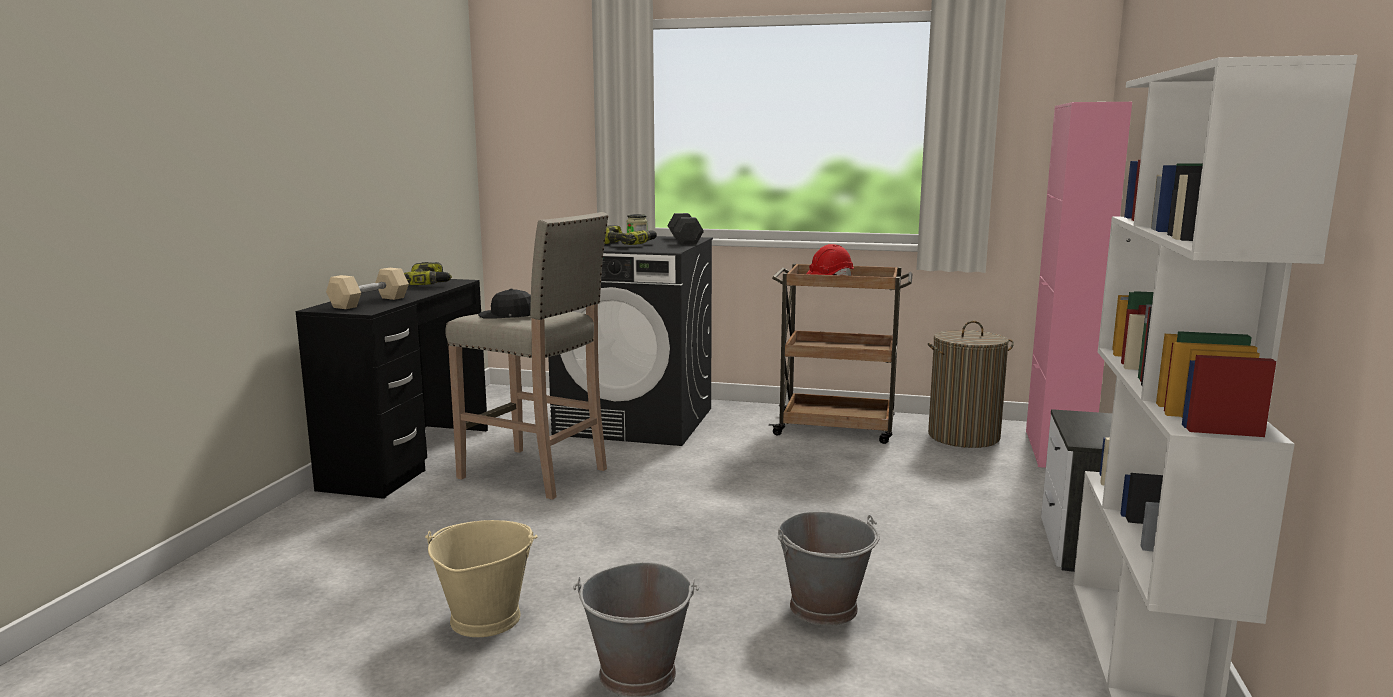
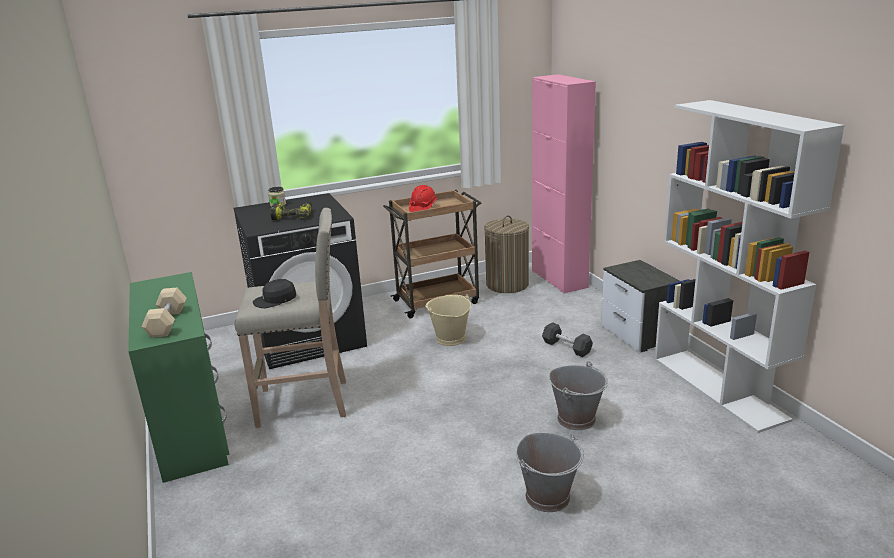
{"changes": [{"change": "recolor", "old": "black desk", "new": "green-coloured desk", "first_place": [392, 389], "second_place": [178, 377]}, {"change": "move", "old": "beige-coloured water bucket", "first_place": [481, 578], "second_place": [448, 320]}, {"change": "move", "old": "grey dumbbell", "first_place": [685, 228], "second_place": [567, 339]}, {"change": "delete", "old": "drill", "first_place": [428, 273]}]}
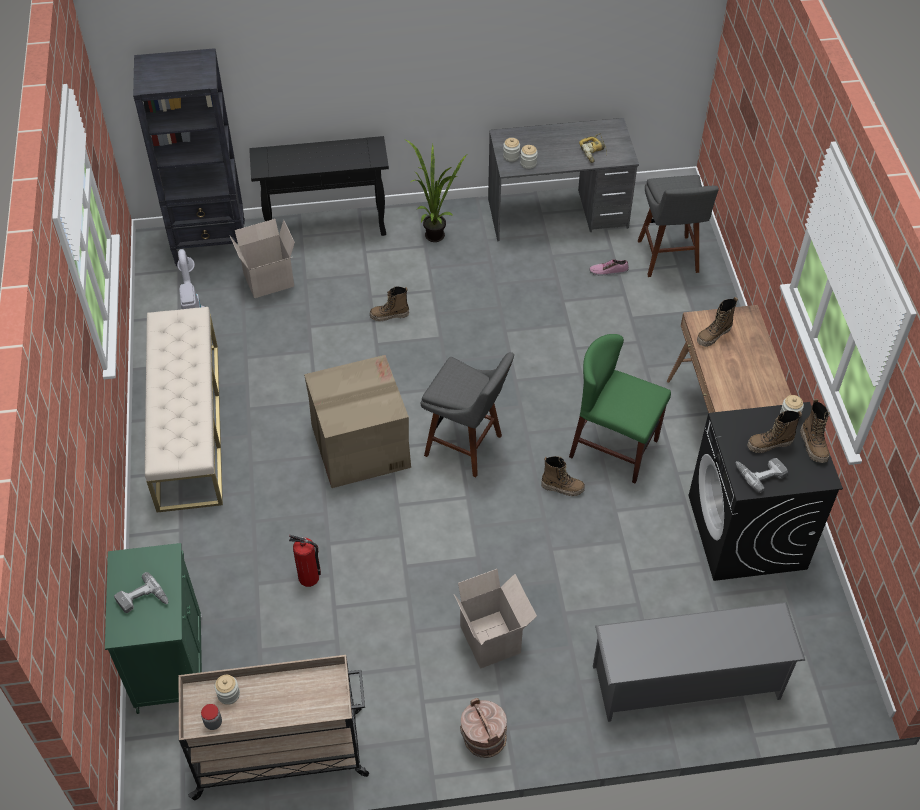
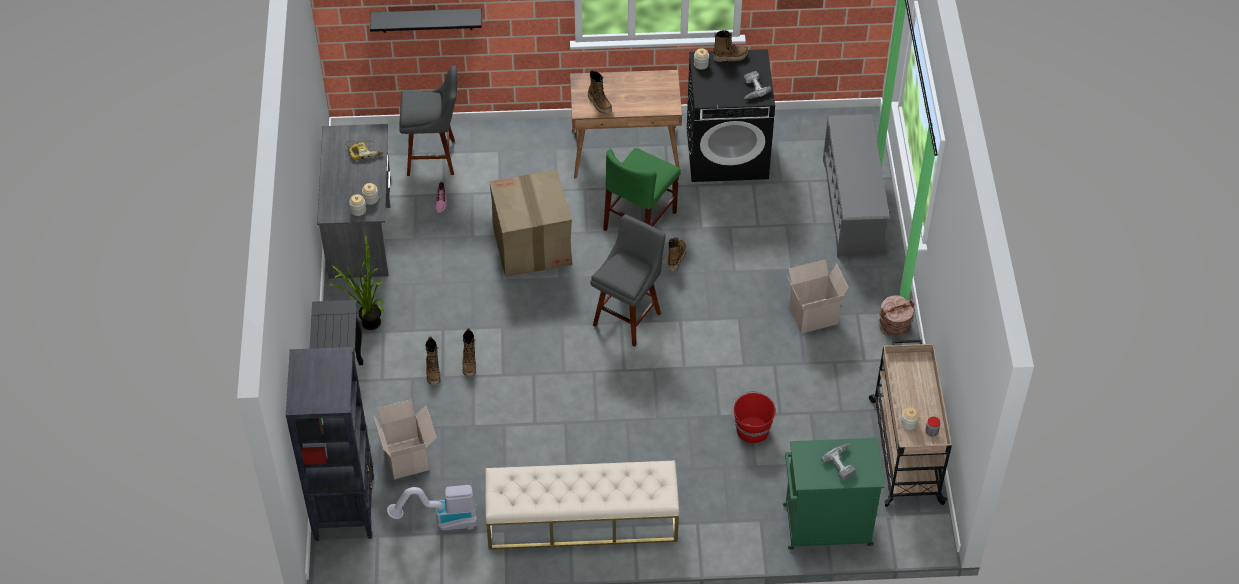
{"changes": [{"change": "insert", "new": "black wall shelf", "second_place": [426, 21]}, {"change": "move", "old": "boot", "first_place": [774, 432], "second_place": [433, 360]}, {"change": "move", "old": "carton", "first_place": [357, 421], "second_place": [530, 223]}, {"change": "replace", "old": "fire extinguisher", "new": "reddish water bucket", "first_place": [305, 561], "second_place": [753, 417]}]}
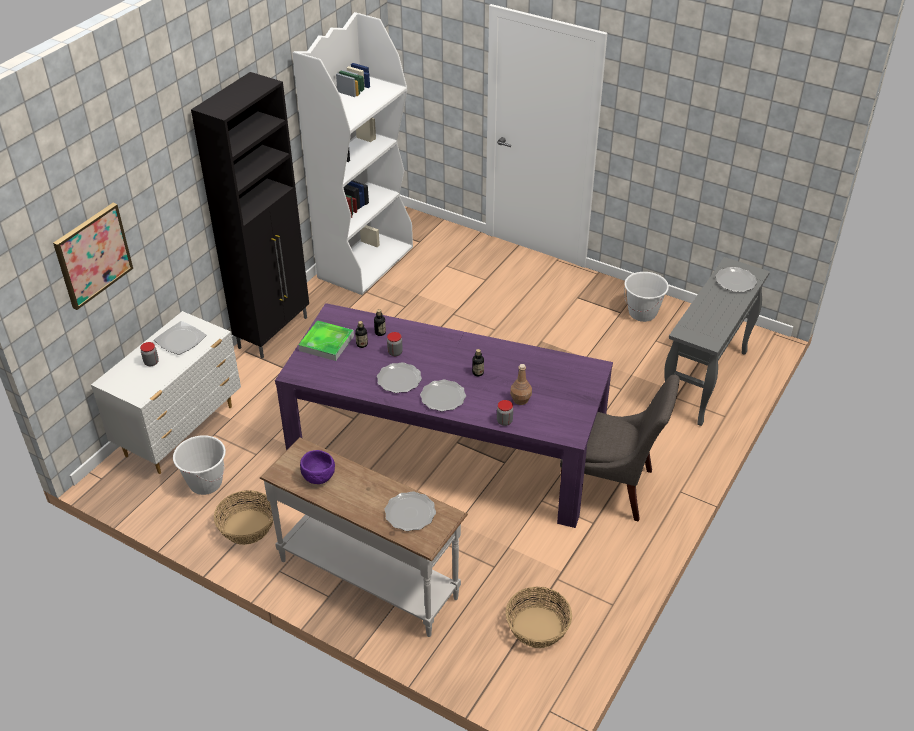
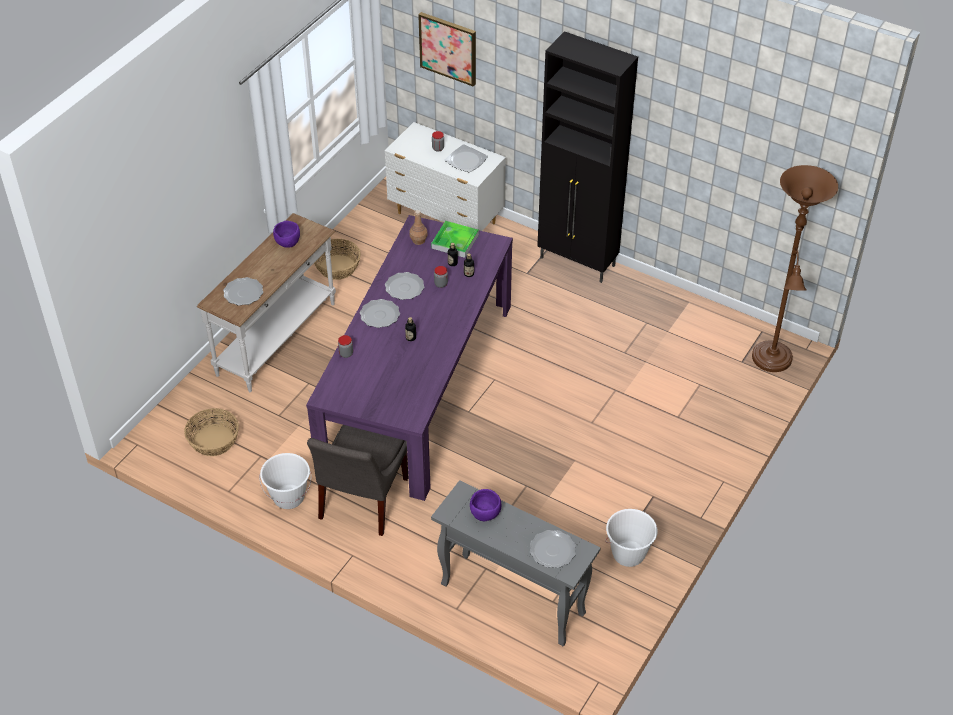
{"changes": [{"change": "move", "old": "white-coloured water bucket", "first_place": [199, 465], "second_place": [285, 481]}, {"change": "move", "old": "brown bottle", "first_place": [521, 384], "second_place": [418, 227]}, {"change": "insert", "new": "purple deep dish", "second_place": [485, 505]}, {"change": "insert", "new": "brown floor lamp", "second_place": [795, 268]}, {"change": "delete", "old": "white-coloured shelving unit", "first_place": [352, 153]}]}
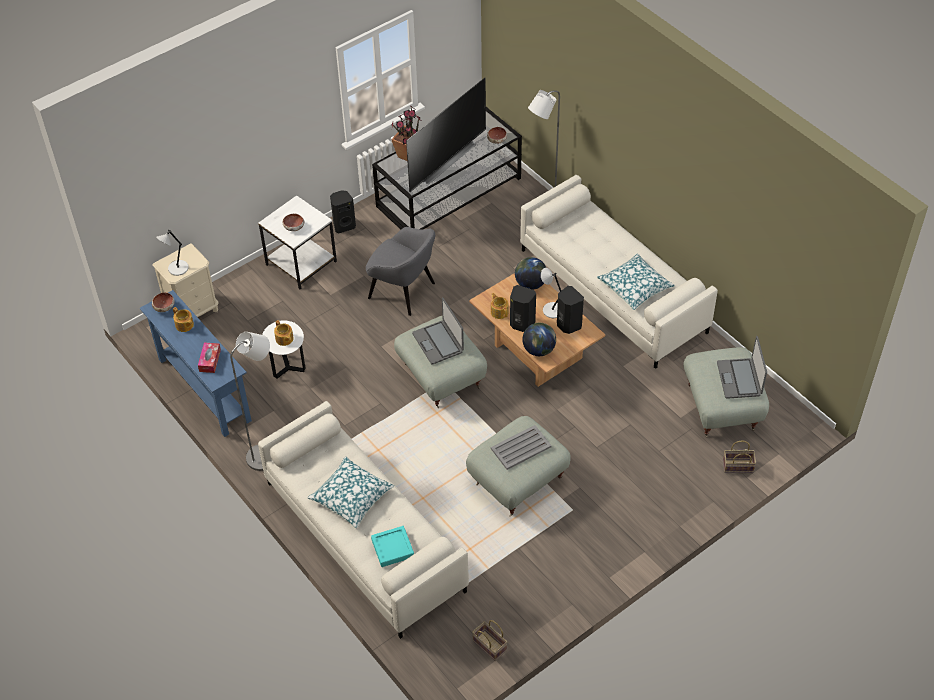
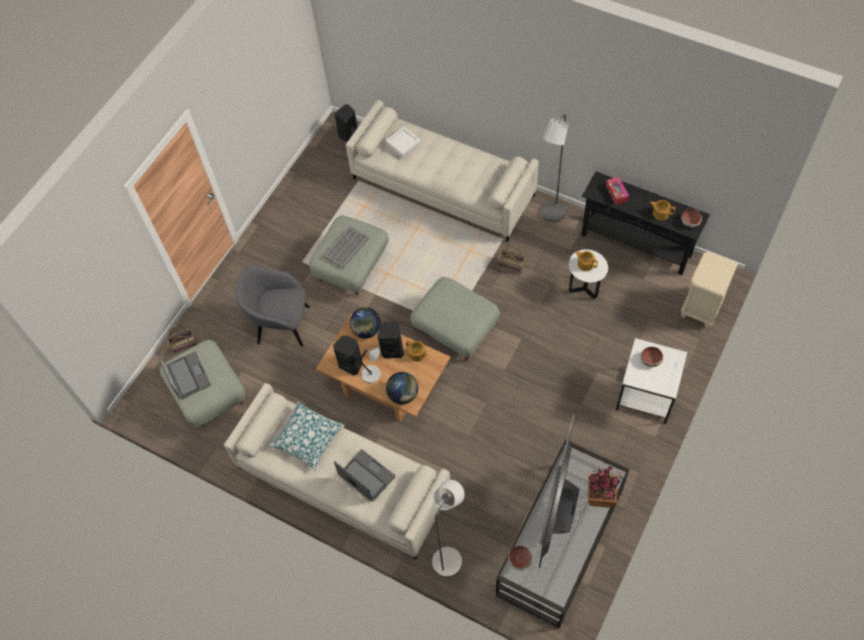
{"changes": [{"change": "move", "old": "grey lounge chair", "first_place": [400, 271], "second_place": [273, 306]}, {"change": "move", "old": "black audio speaker", "first_place": [343, 211], "second_place": [346, 123]}, {"change": "move", "old": "notebook computer", "first_place": [438, 331], "second_place": [364, 475]}, {"change": "recolor", "old": "turquoise carrying tray", "new": "white-coloured carrying tray", "first_place": [392, 546], "second_place": [403, 142]}, {"change": "move", "old": "household basket", "first_place": [490, 640], "second_place": [512, 259]}, {"change": "recolor", "old": "blue-coloured narrow table", "new": "black narrow table", "first_place": [196, 363], "second_place": [645, 223]}, {"change": "delete", "old": "grey lamp for a table", "first_place": [172, 252]}, {"change": "delete", "old": "throw pillow", "first_place": [350, 492]}]}
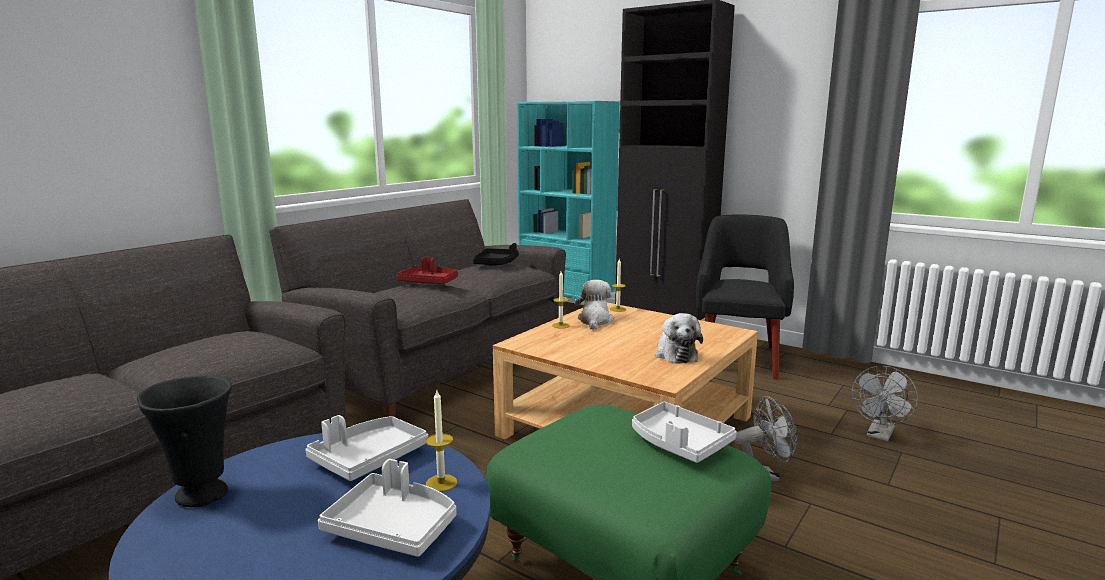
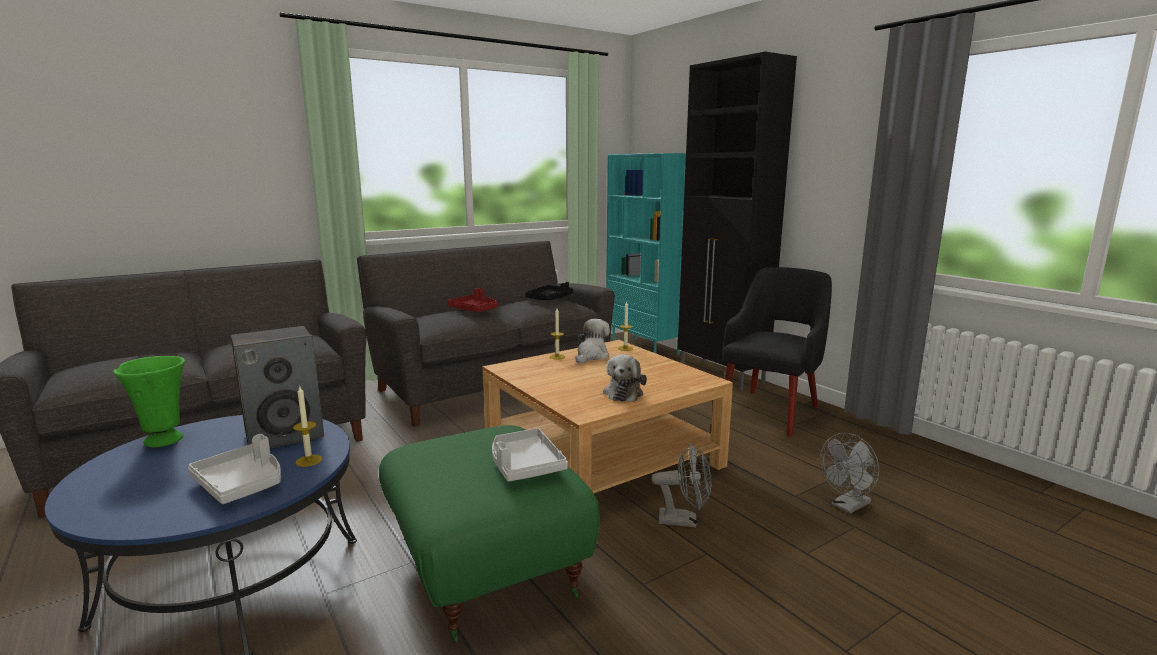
{"changes": [{"change": "recolor", "old": "black decorative vase", "new": "green-coloured decorative vase", "first_place": [184, 441], "second_place": [149, 401]}, {"change": "replace", "old": "grey carrying tray", "new": "audio speaker", "first_place": [366, 448], "second_place": [277, 387]}]}
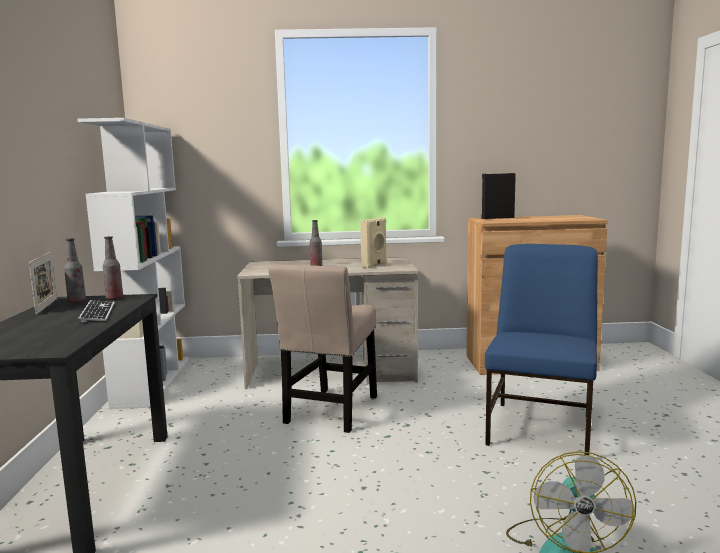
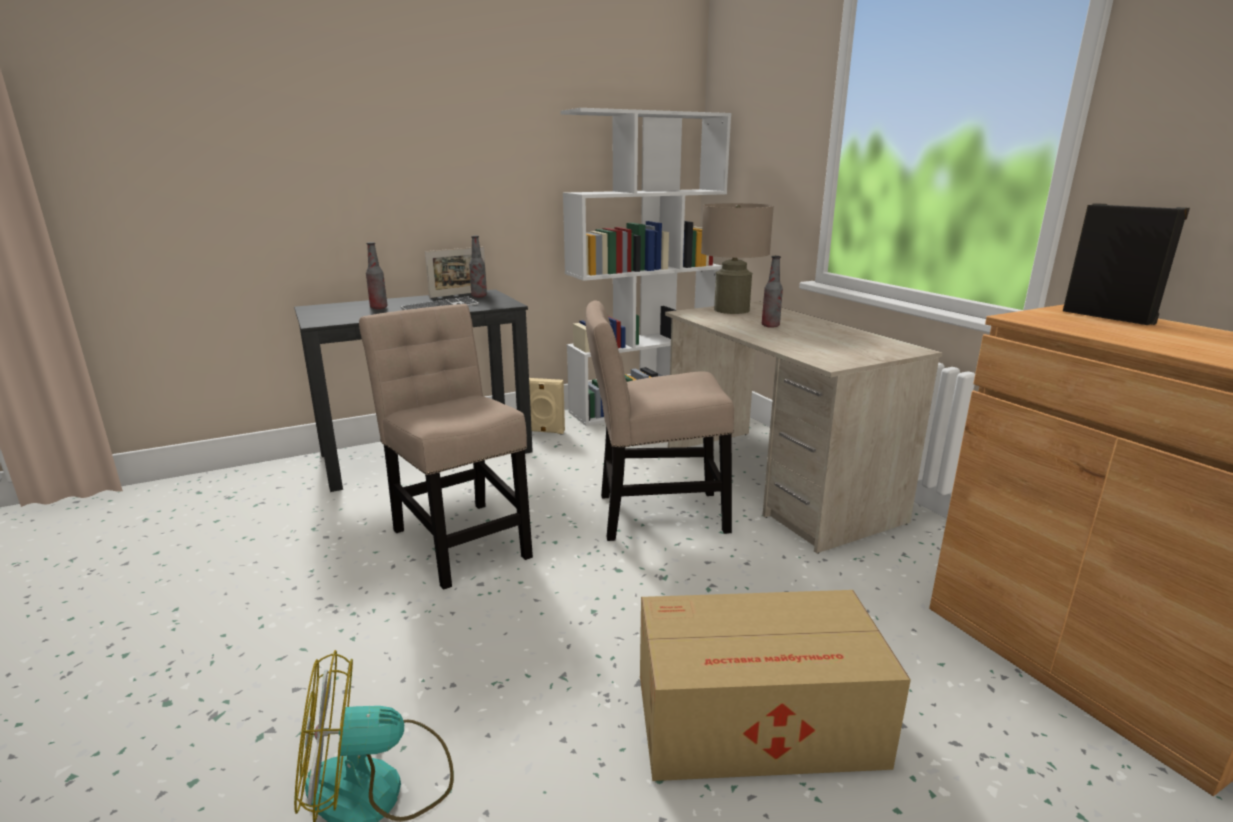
{"changes": [{"change": "insert", "new": "beige-coloured plain chair", "second_place": [446, 447]}, {"change": "move", "old": "bottle", "first_place": [113, 268], "second_place": [377, 275]}, {"change": "move", "old": "beige-coloured audio speaker", "first_place": [373, 243], "second_place": [547, 406]}, {"change": "replace", "old": "blue-coloured plain chair", "new": "carton", "first_place": [541, 349], "second_place": [775, 685]}, {"change": "insert", "new": "beige-coloured lamp for a table", "second_place": [737, 258]}]}
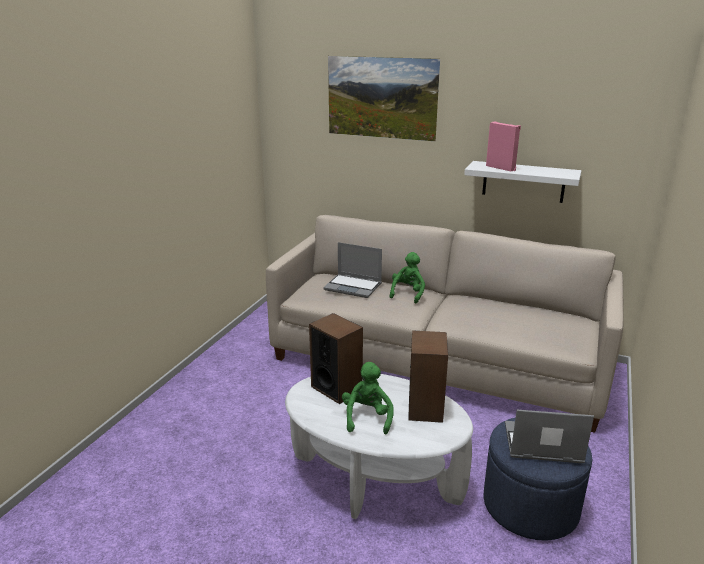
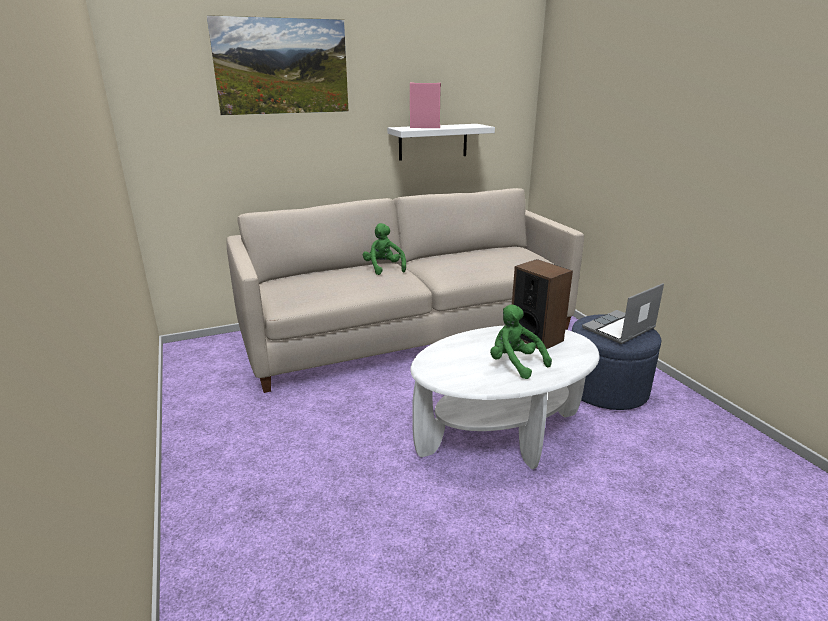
{"changes": [{"change": "delete", "old": "audio speaker", "first_place": [336, 358]}, {"change": "delete", "old": "notebook computer", "first_place": [352, 270]}]}
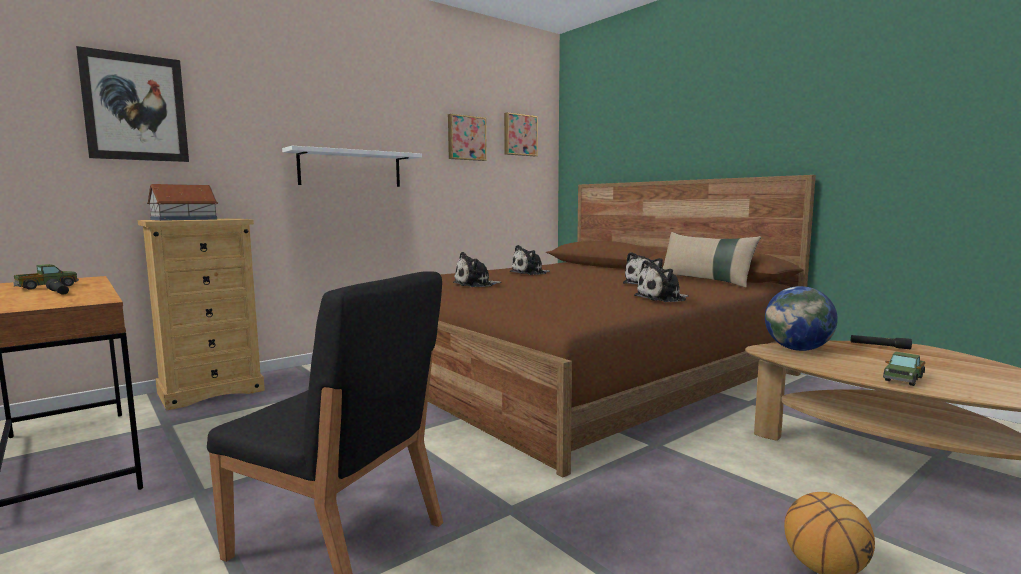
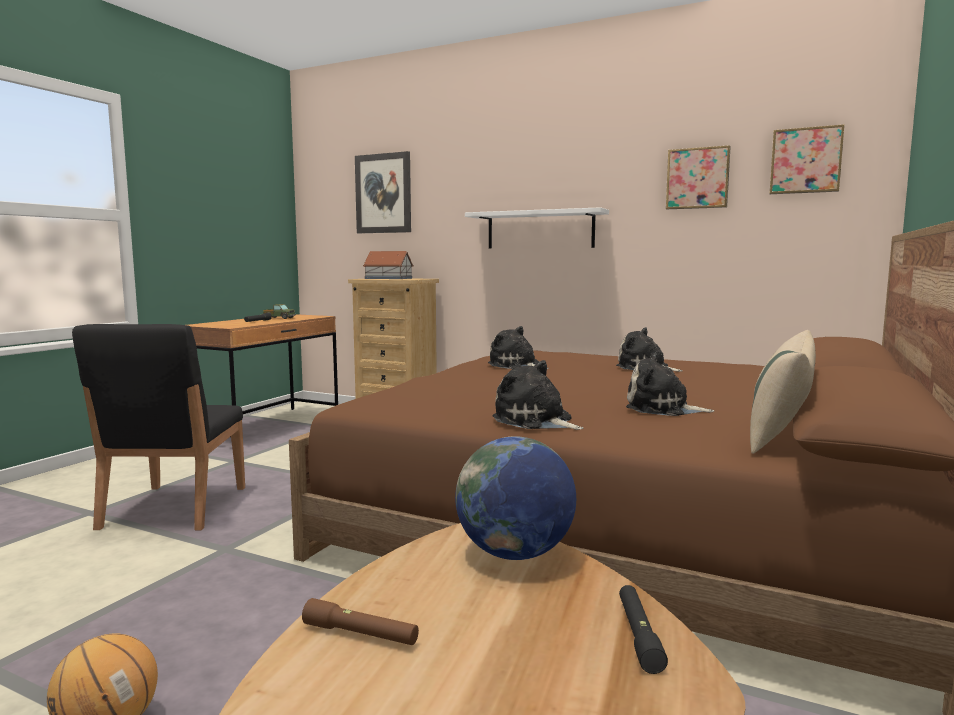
{"changes": [{"change": "replace", "old": "model truck", "new": "brown torch", "first_place": [904, 369], "second_place": [360, 621]}]}
